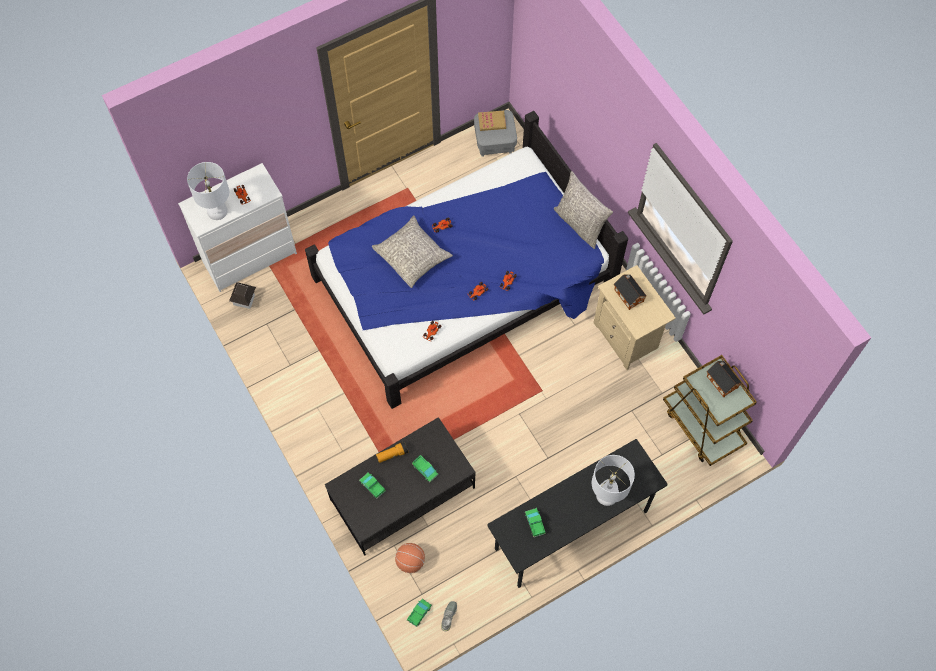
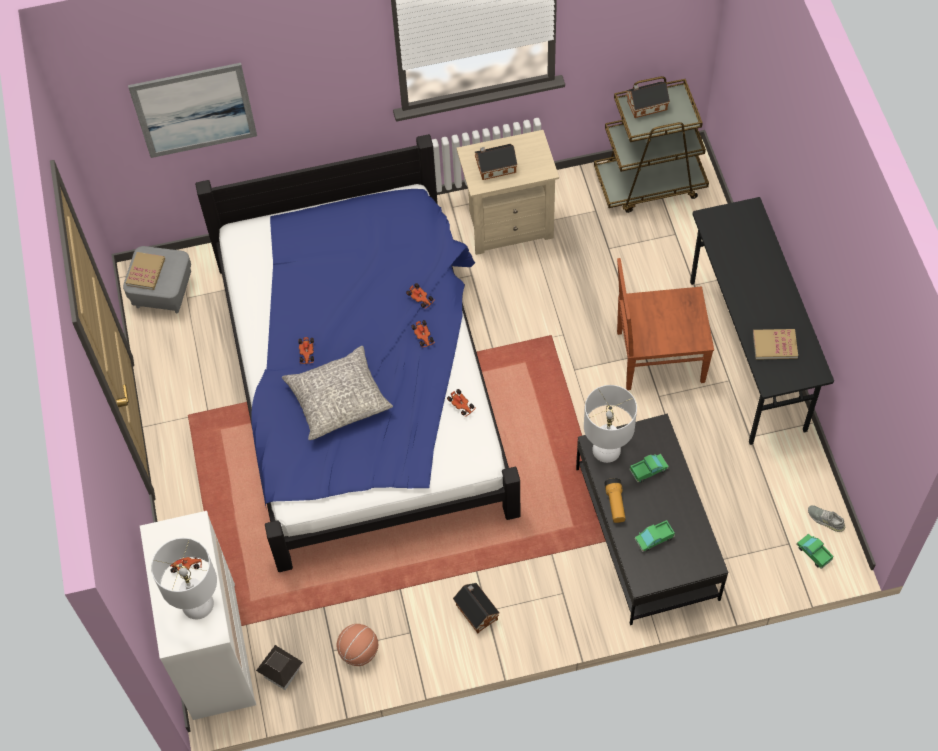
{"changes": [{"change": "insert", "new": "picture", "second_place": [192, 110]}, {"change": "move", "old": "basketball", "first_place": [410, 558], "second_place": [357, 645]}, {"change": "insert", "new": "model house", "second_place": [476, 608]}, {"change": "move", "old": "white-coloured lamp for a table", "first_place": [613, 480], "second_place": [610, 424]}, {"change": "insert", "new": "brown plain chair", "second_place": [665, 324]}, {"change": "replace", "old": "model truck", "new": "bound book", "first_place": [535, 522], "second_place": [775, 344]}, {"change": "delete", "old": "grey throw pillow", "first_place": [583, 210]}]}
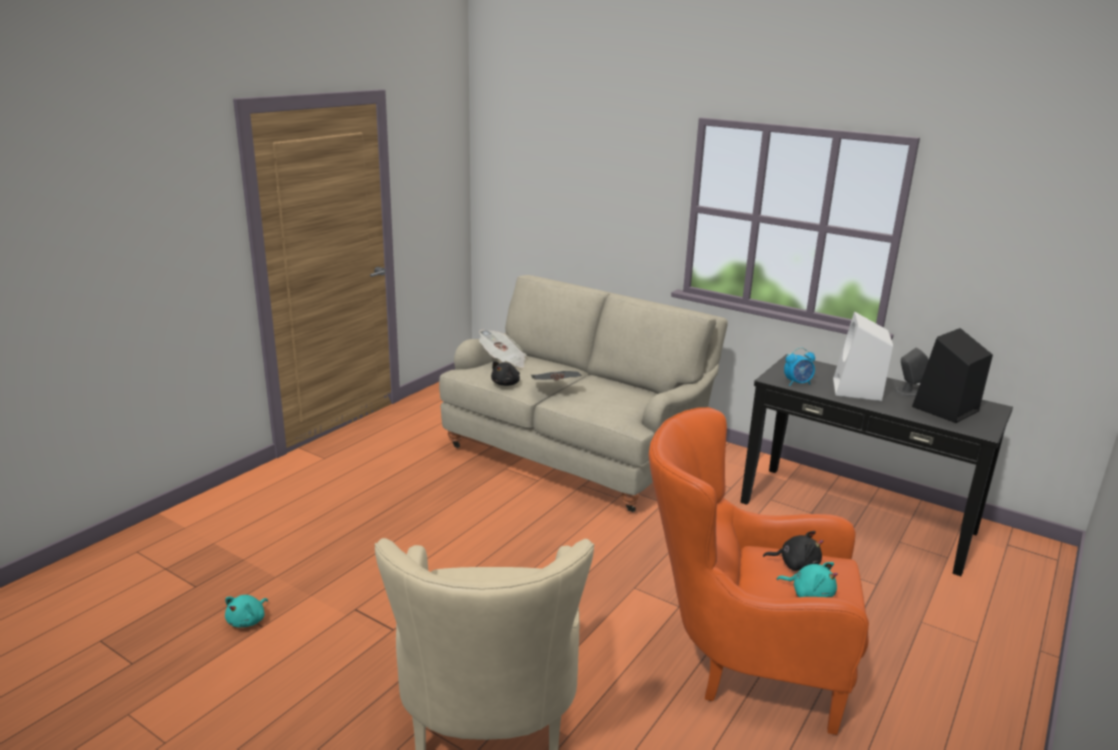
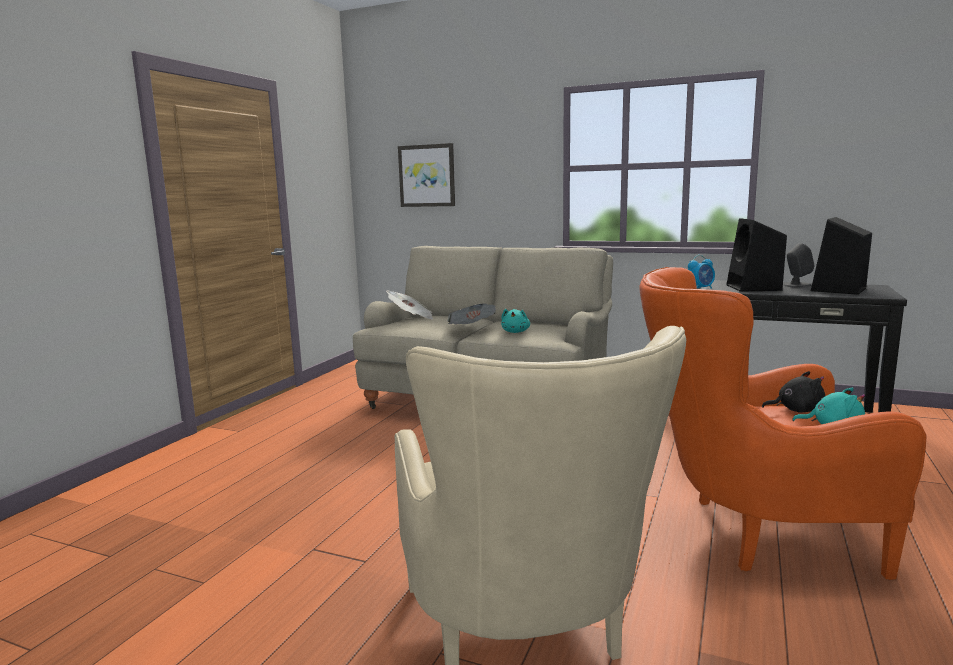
{"changes": [{"change": "insert", "new": "picture", "second_place": [426, 175]}, {"change": "move", "old": "turquoise cuddly toy", "first_place": [246, 611], "second_place": [515, 321]}, {"change": "recolor", "old": "white-coloured audio speaker", "new": "black audio speaker", "first_place": [863, 356], "second_place": [756, 255]}, {"change": "delete", "old": "black cuddly toy", "first_place": [505, 373]}]}
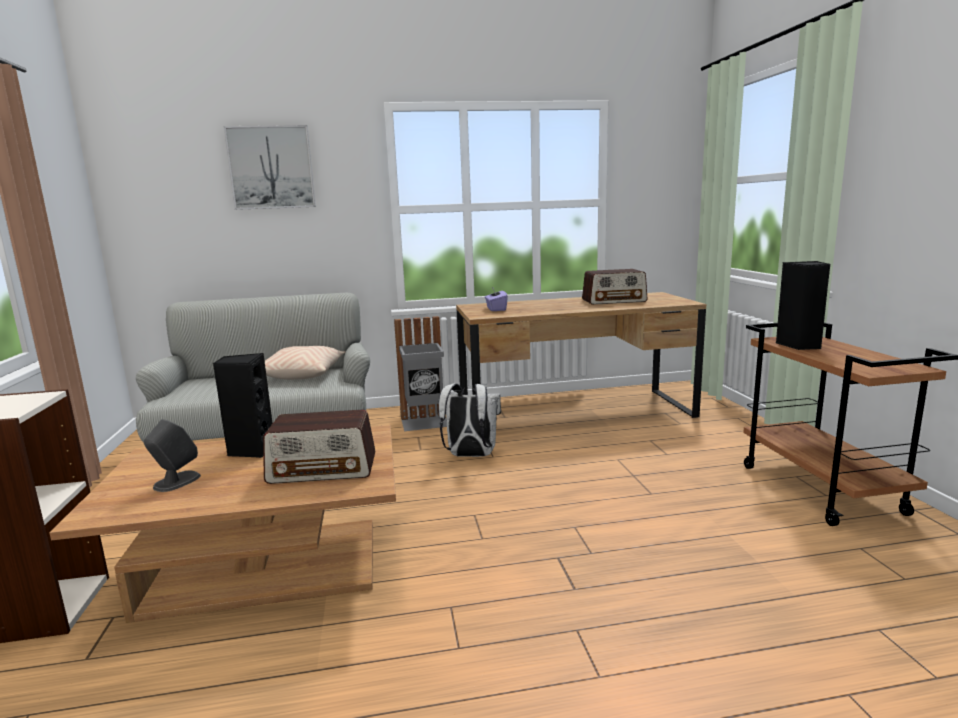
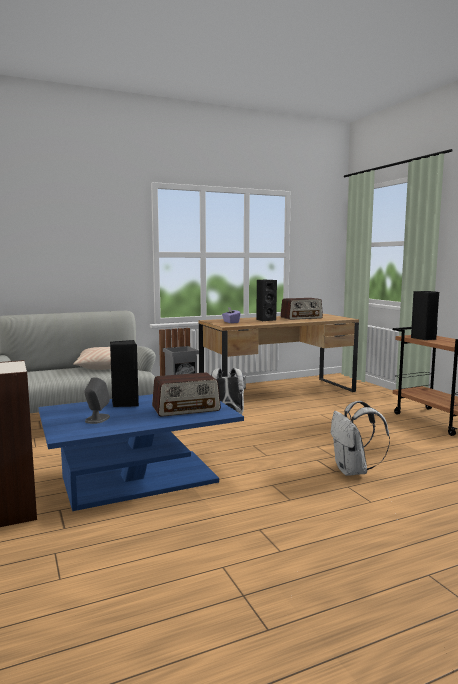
{"changes": [{"change": "recolor", "old": "brown lounge table", "new": "blue-coloured lounge table", "first_place": [222, 524], "second_place": [141, 452]}, {"change": "insert", "new": "black audio speaker", "second_place": [266, 300]}, {"change": "insert", "new": "white-coloured knapsack", "second_place": [360, 438]}, {"change": "delete", "old": "picture", "first_place": [270, 167]}]}
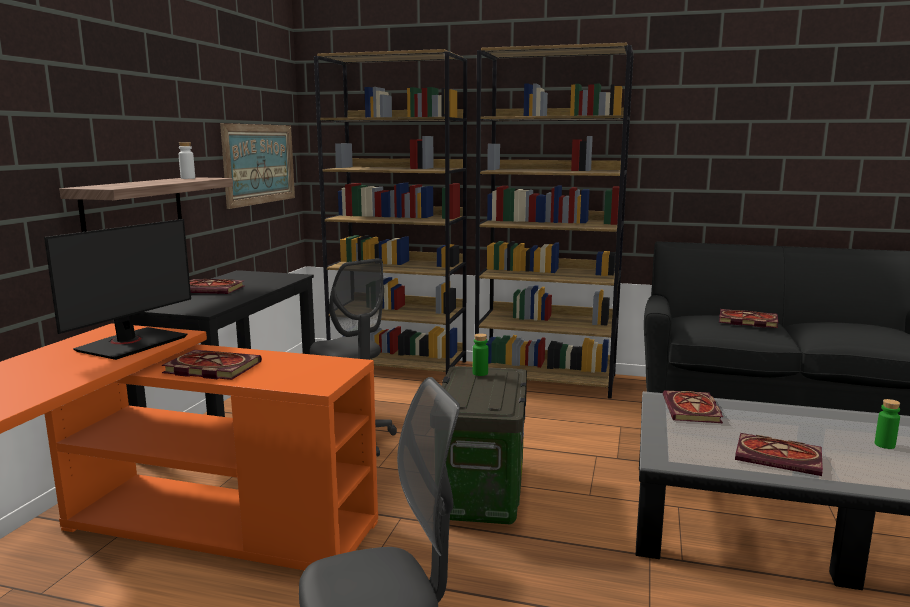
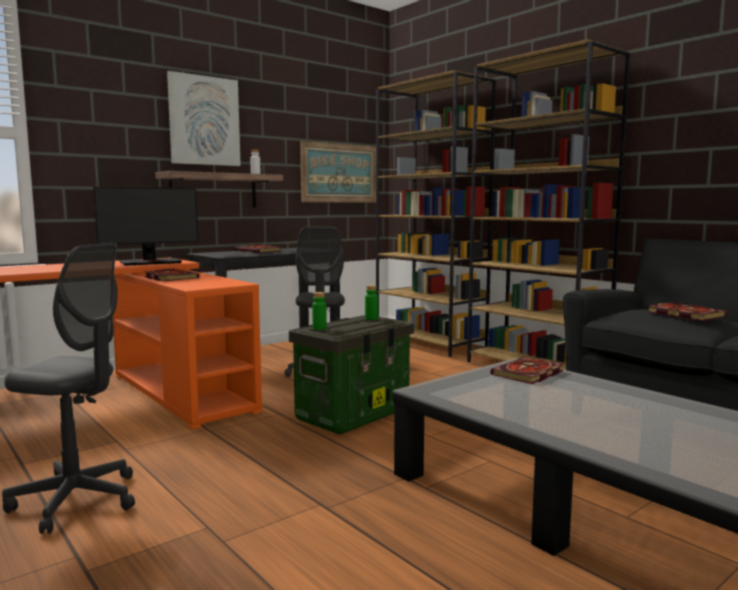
{"changes": [{"change": "insert", "new": "picture", "second_place": [204, 118]}, {"change": "move", "old": "green-coloured bottle", "first_place": [887, 424], "second_place": [319, 311]}, {"change": "delete", "old": "bound book", "first_place": [779, 454]}]}
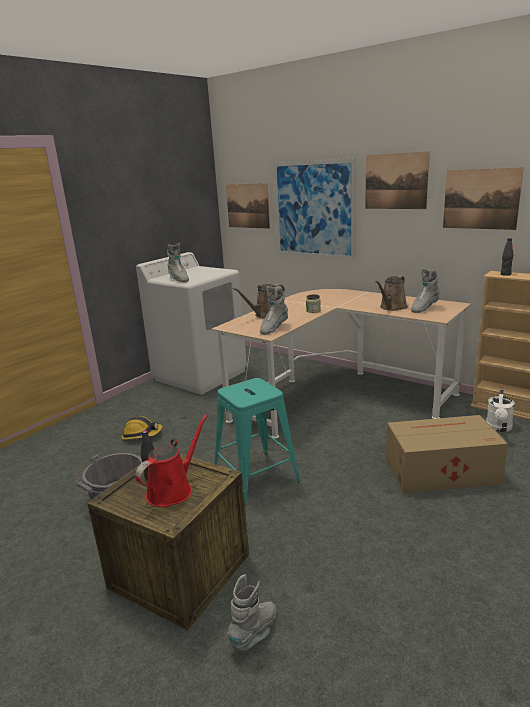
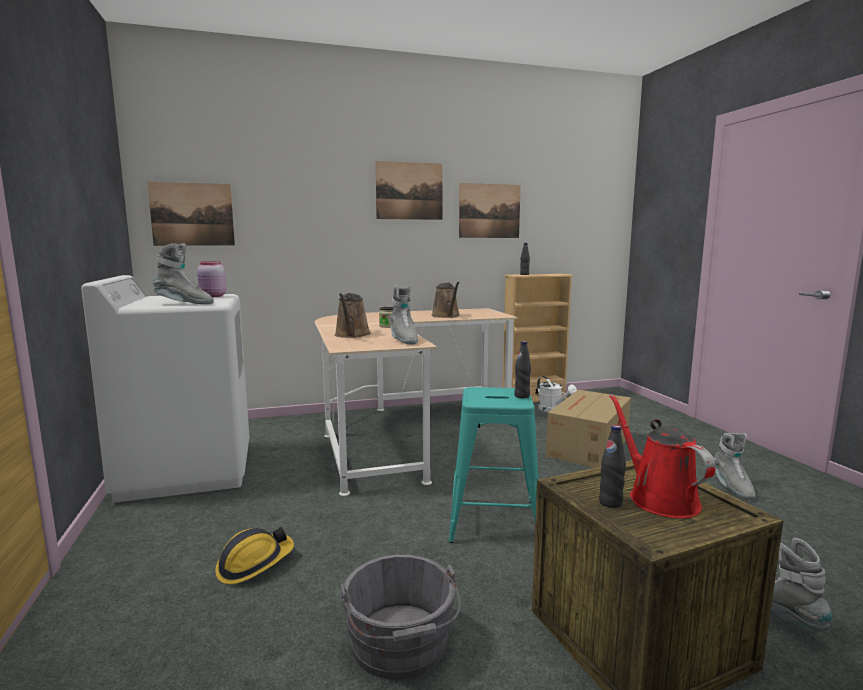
{"changes": [{"change": "insert", "new": "pink-coloured jar", "second_place": [212, 279]}, {"change": "insert", "new": "black bottle", "second_place": [522, 369]}, {"change": "move", "old": "grey boot", "first_place": [425, 290], "second_place": [735, 466]}, {"change": "delete", "old": "picture", "first_place": [315, 209]}]}
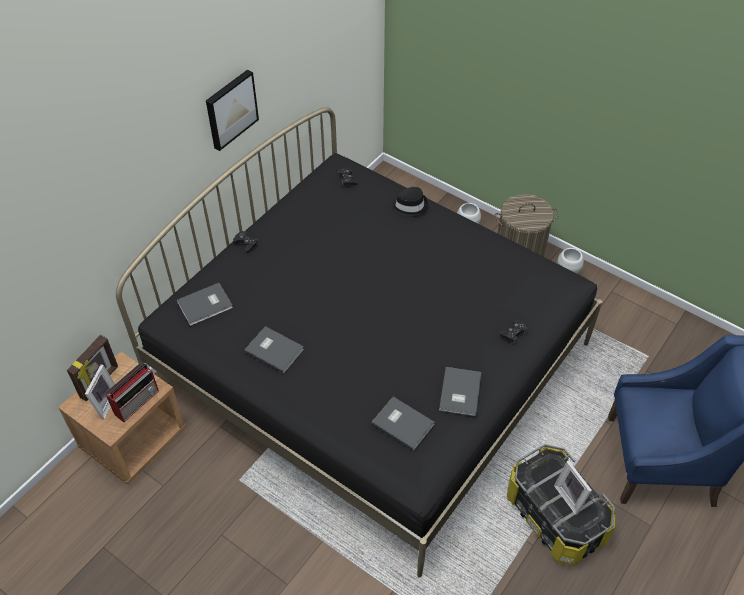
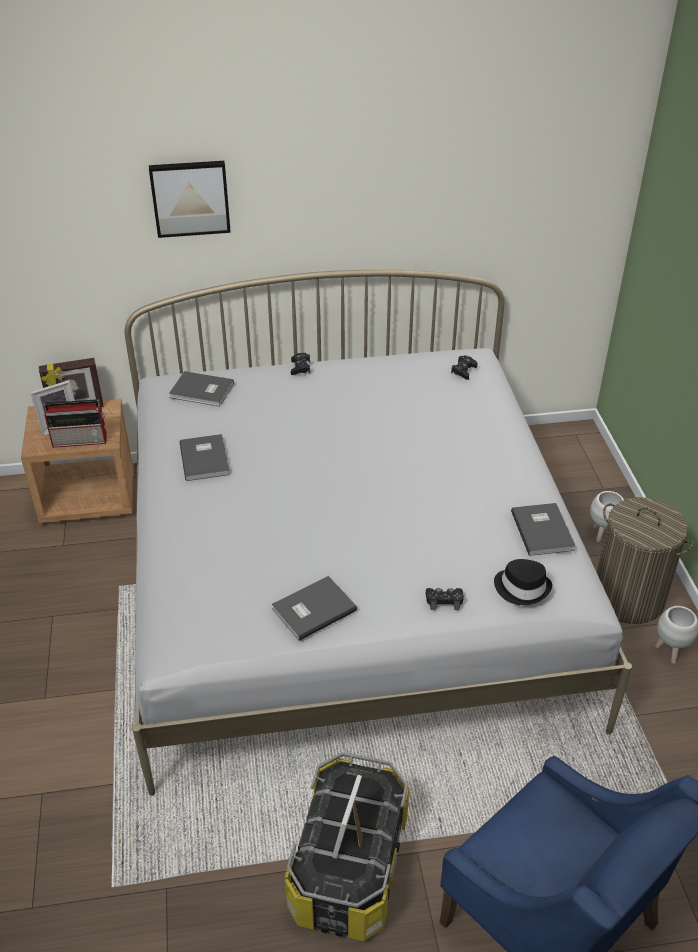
{"changes": [{"change": "recolor", "old": "black sleeping bed", "new": "white-coloured sleeping bed", "first_place": [359, 342], "second_place": [378, 533]}, {"change": "move", "old": "picture", "first_place": [232, 110], "second_place": [190, 199]}, {"change": "move", "old": "black clothing hat", "first_place": [409, 202], "second_place": [523, 582]}, {"change": "move", "old": "grey bound book", "first_place": [402, 424], "second_place": [543, 529]}]}
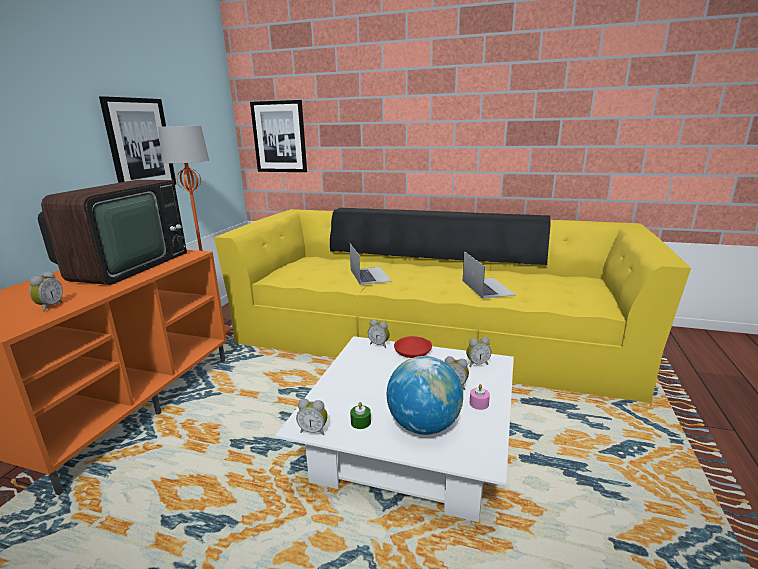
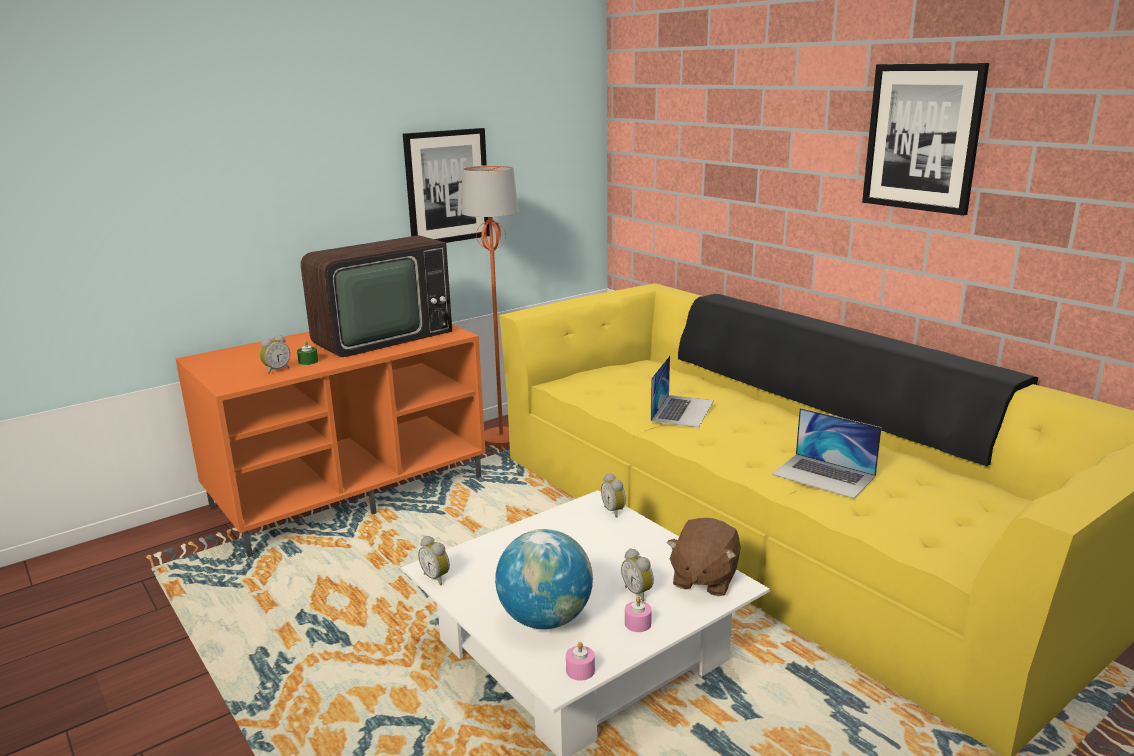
{"changes": [{"change": "move", "old": "green-coloured wax light", "first_place": [360, 415], "second_place": [307, 352]}, {"change": "insert", "new": "pink-coloured wax light", "second_place": [580, 661]}, {"change": "replace", "old": "bedside clock", "new": "brown cuddly toy", "first_place": [478, 352], "second_place": [704, 557]}, {"change": "rotate", "old": "notebook computer", "first_place": [489, 275], "second_place": [827, 453], "degrees": 105}, {"change": "move", "old": "picture", "first_place": [278, 136], "second_place": [925, 139]}, {"change": "delete", "old": "reddish deep dish", "first_place": [413, 347]}]}
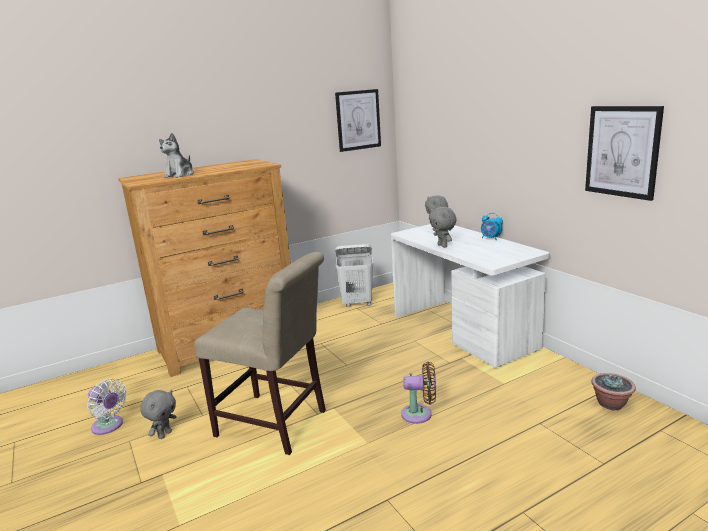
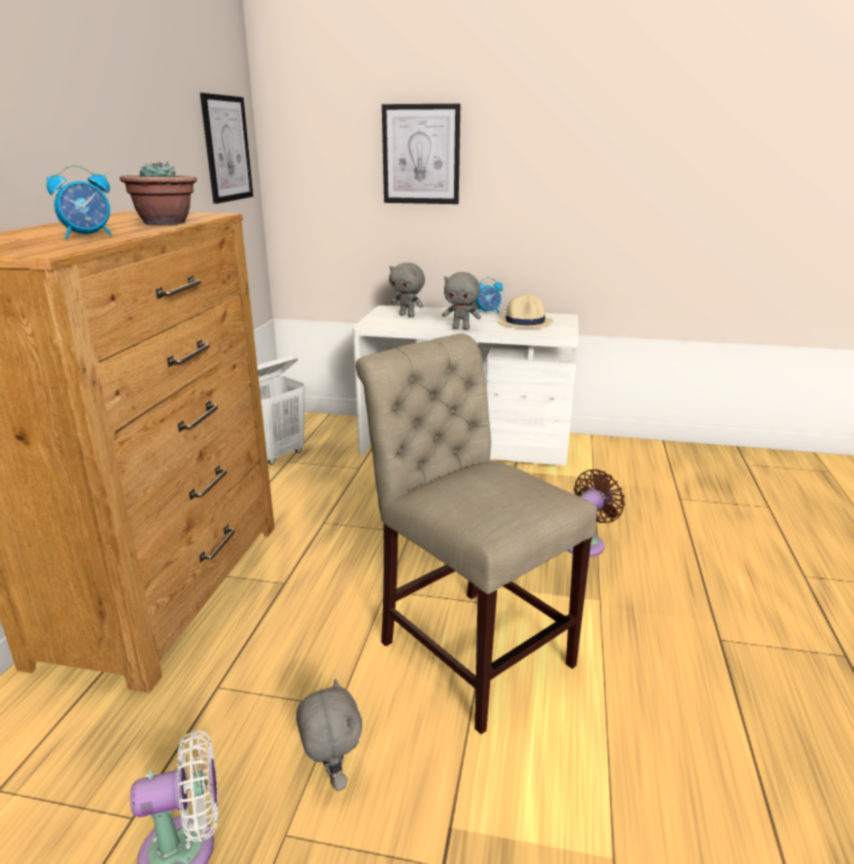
{"changes": [{"change": "replace", "old": "cuddly toy", "new": "bedside clock", "first_place": [176, 155], "second_place": [79, 201]}, {"change": "move", "old": "potted plant", "first_place": [613, 391], "second_place": [158, 193]}, {"change": "rotate", "old": "beige-coloured plain chair", "first_place": [260, 353], "second_place": [476, 534], "degrees": -105}, {"change": "move", "old": "picture", "first_place": [624, 153], "second_place": [421, 154]}, {"change": "insert", "new": "beige-coloured clothing hat", "second_place": [525, 311]}]}
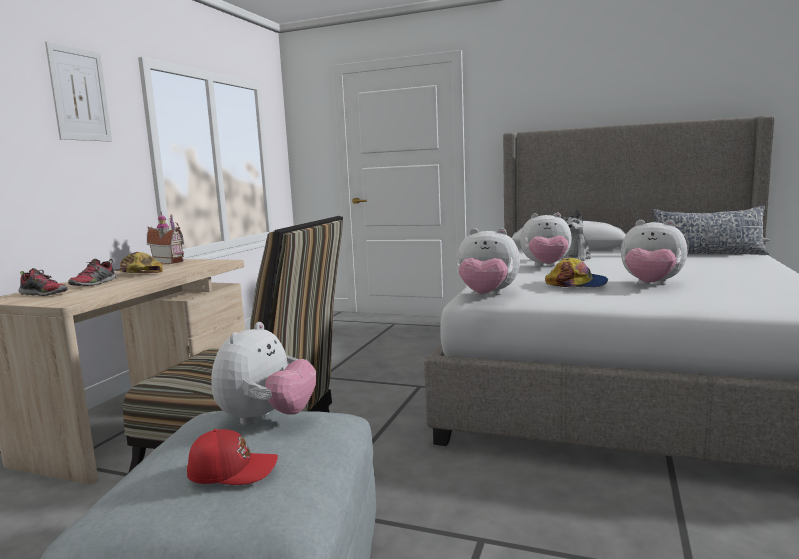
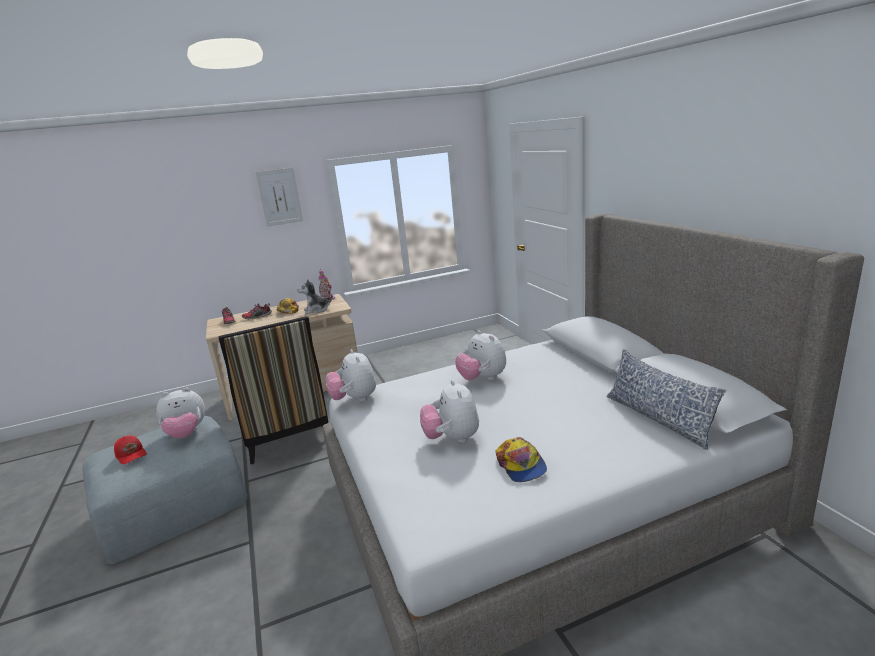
{"changes": [{"change": "move", "old": "cuddly toy", "first_place": [576, 235], "second_place": [315, 296]}, {"change": "move", "old": "peaked cap", "first_place": [576, 272], "second_place": [521, 459]}]}
